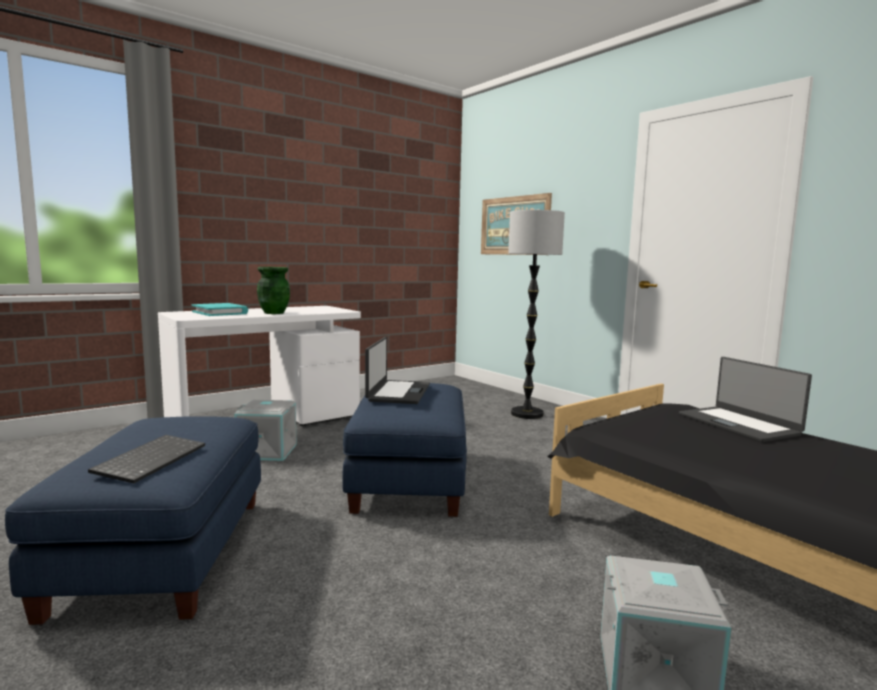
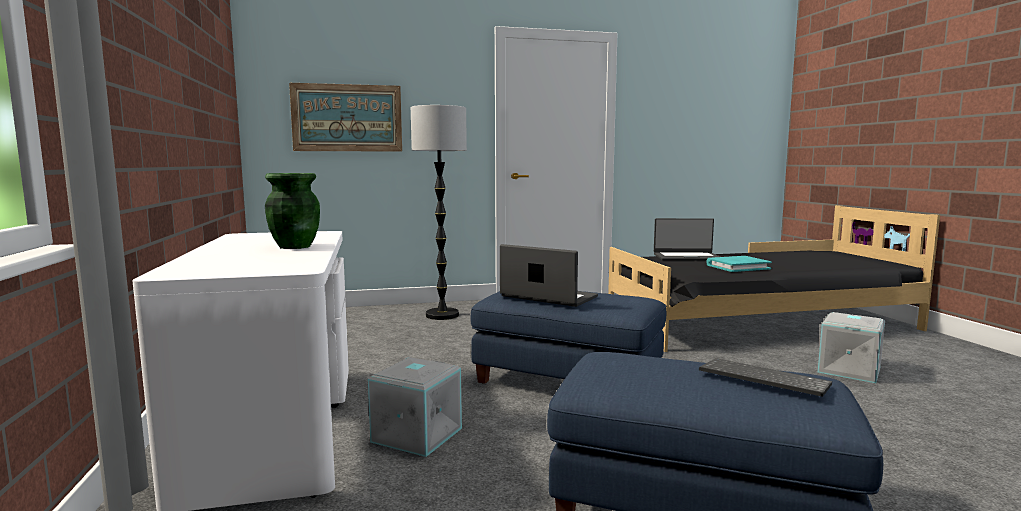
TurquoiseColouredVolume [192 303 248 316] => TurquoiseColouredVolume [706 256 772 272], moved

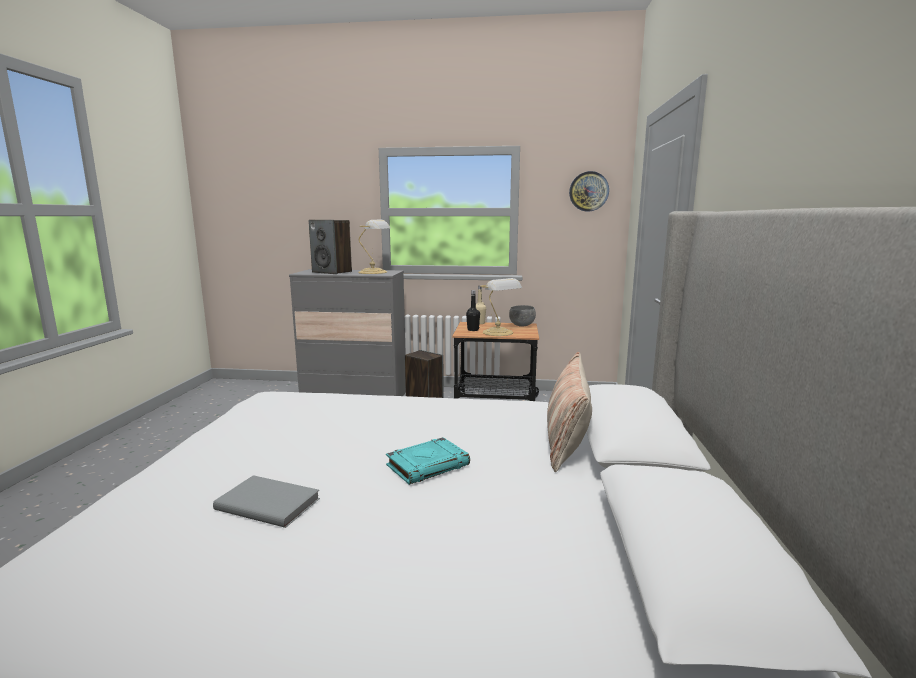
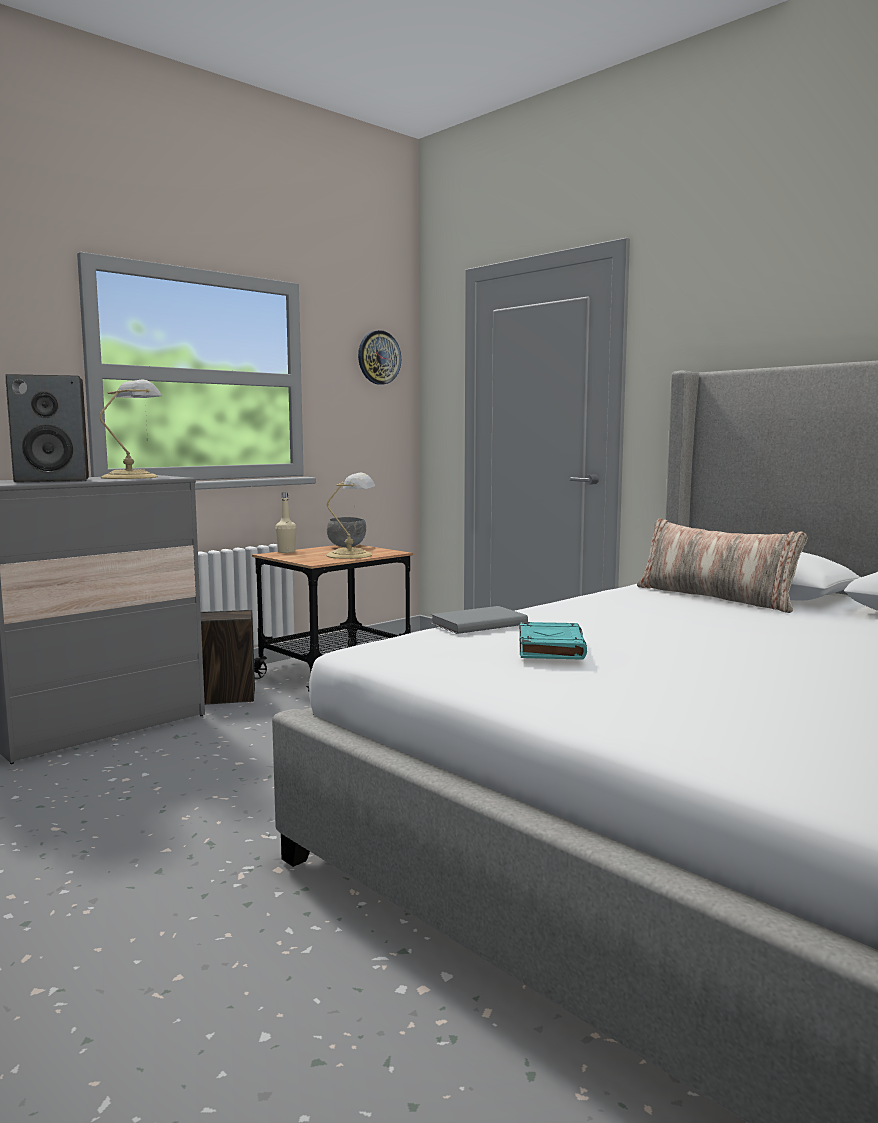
GreyVolume [213 475 320 528] => GreyVolume [431 606 528 634], moved
TurquoiseColouredVolume [386 437 470 485] => TurquoiseColouredVolume [519 622 587 659], moved
BlackishDrinkBottle [466 290 480 331] => nothing

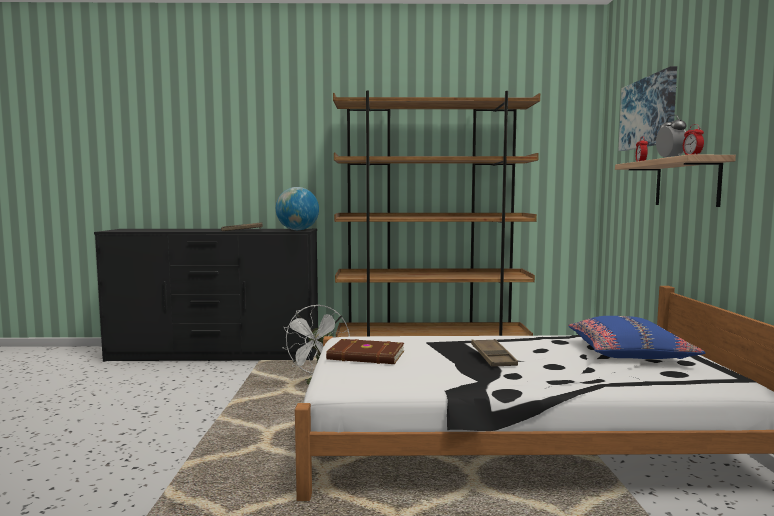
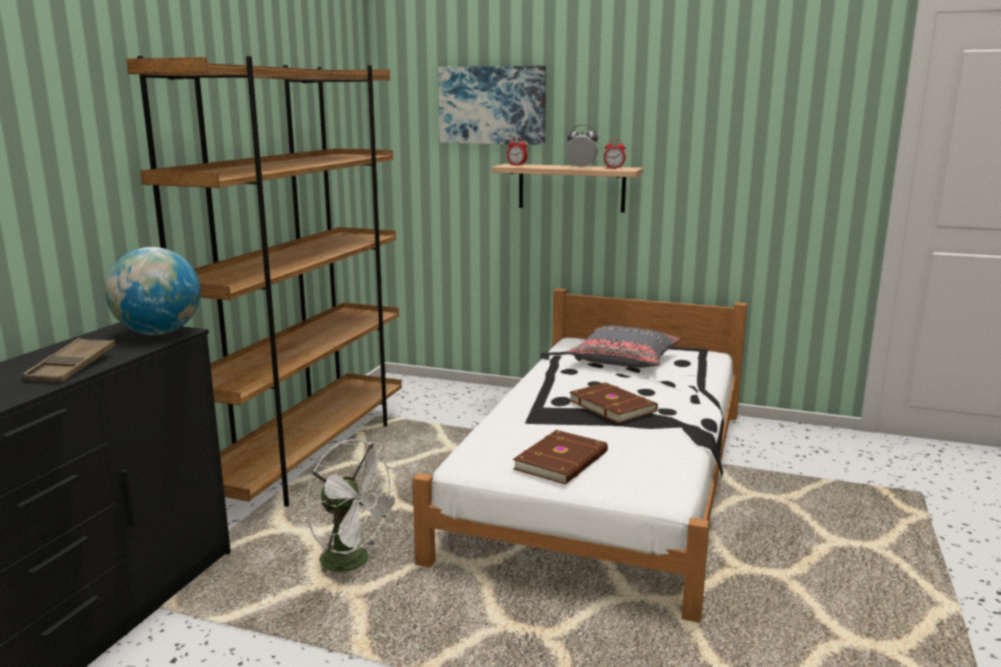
BluishThrowPillow [568 316 706 359] => GreyThrowPillow [567 325 681 368]
BrownColouredServingTray [471 339 518 367] => BrownColouredVolume [569 382 658 423]

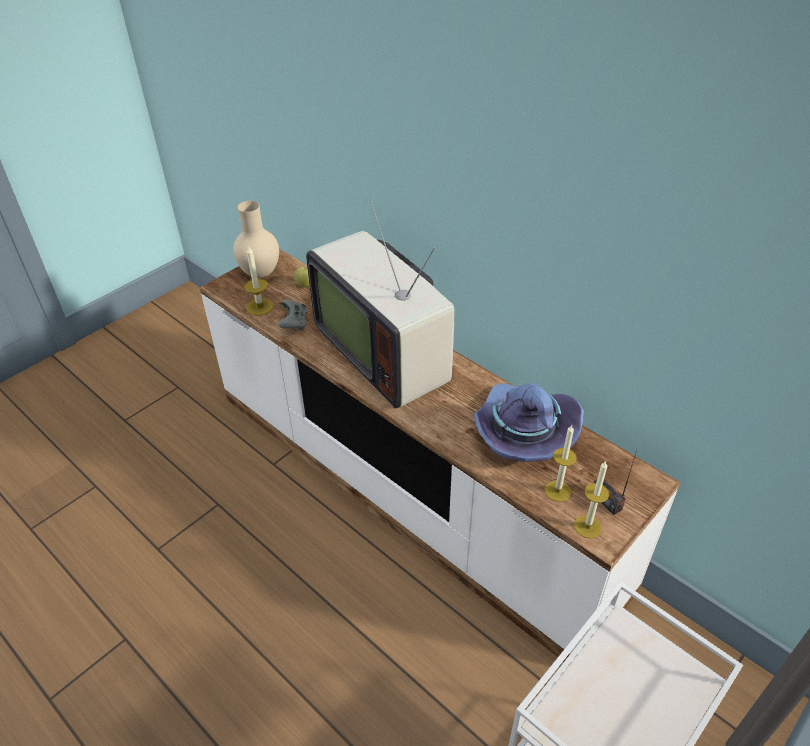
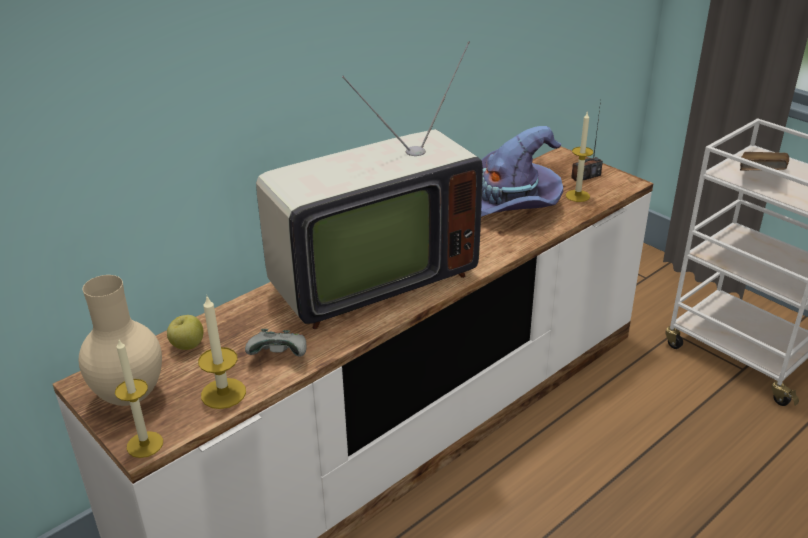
WaxLight [574 461 610 538] => WaxLight [115 338 163 458], moved
nothing => BrownColouredVolume [740 152 789 170]

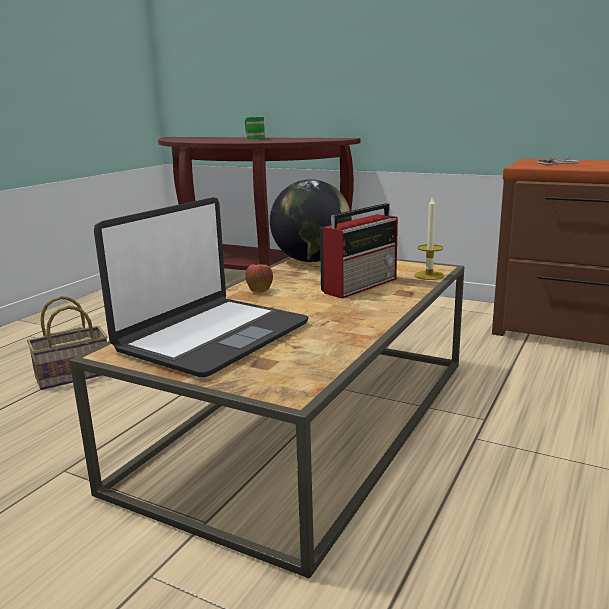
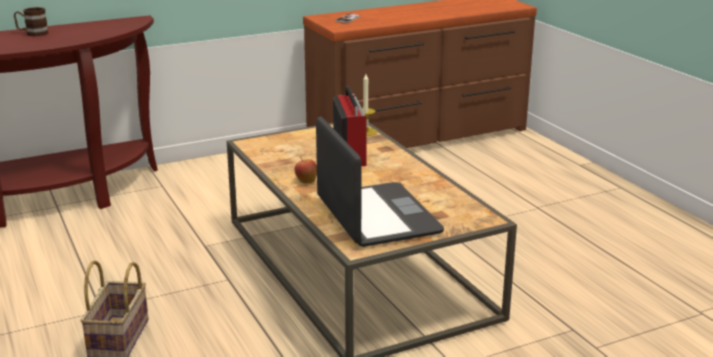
GreenishTeaMug [245 117 265 139] => BrownColouredTeaMug [14 7 49 36]
WorldGlobe [270 179 352 262] => nothing

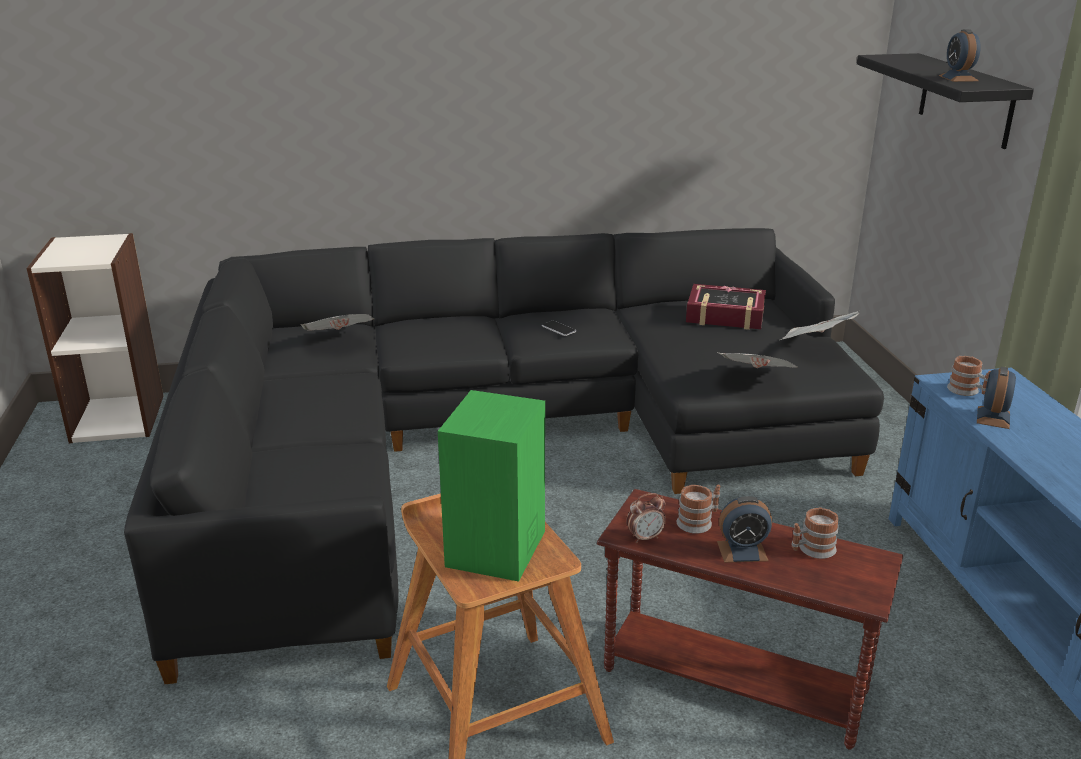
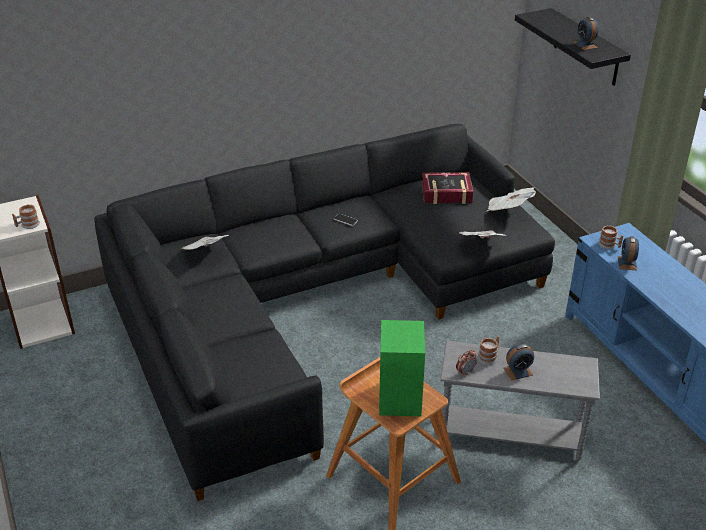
TeaMug [791 507 839 559] => TeaMug [12 204 40 229], moved
BrownColouredSideTable [597 489 903 750] => GreySideTable [440 341 600 461]

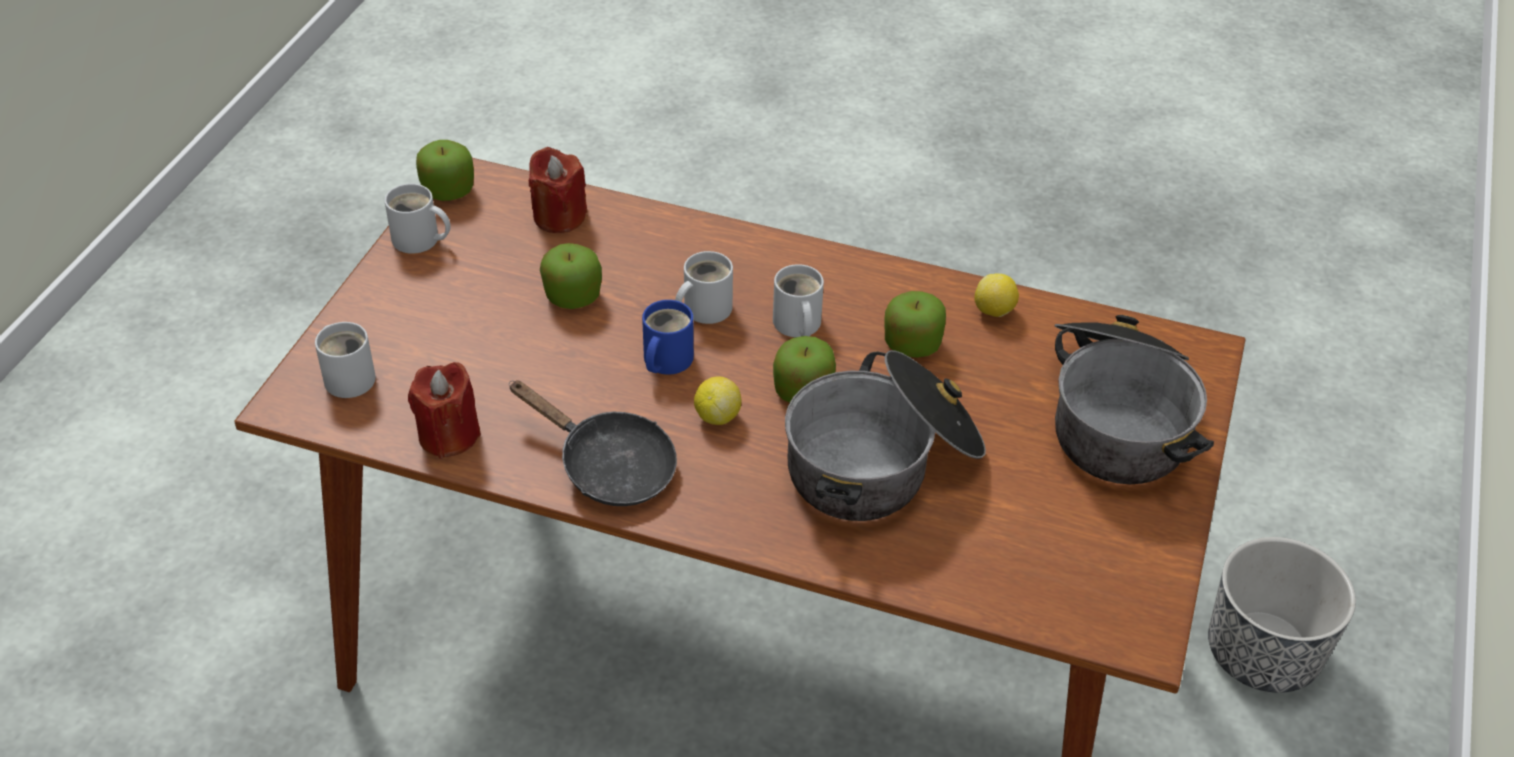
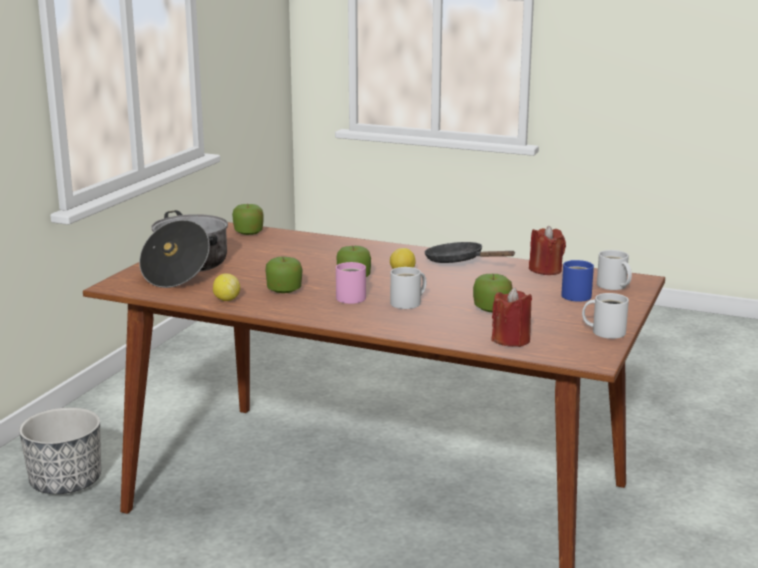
WholeApple [416 140 474 201] => WholeApple [232 203 264 235], moved
WhiteTeaMug [773 264 824 337] => PinkTeaMug [336 262 366 304]
BluishTeaMug [642 300 694 375] => BluishTeaMug [561 260 594 302], moved
Stockpot [785 350 986 521] => nothing

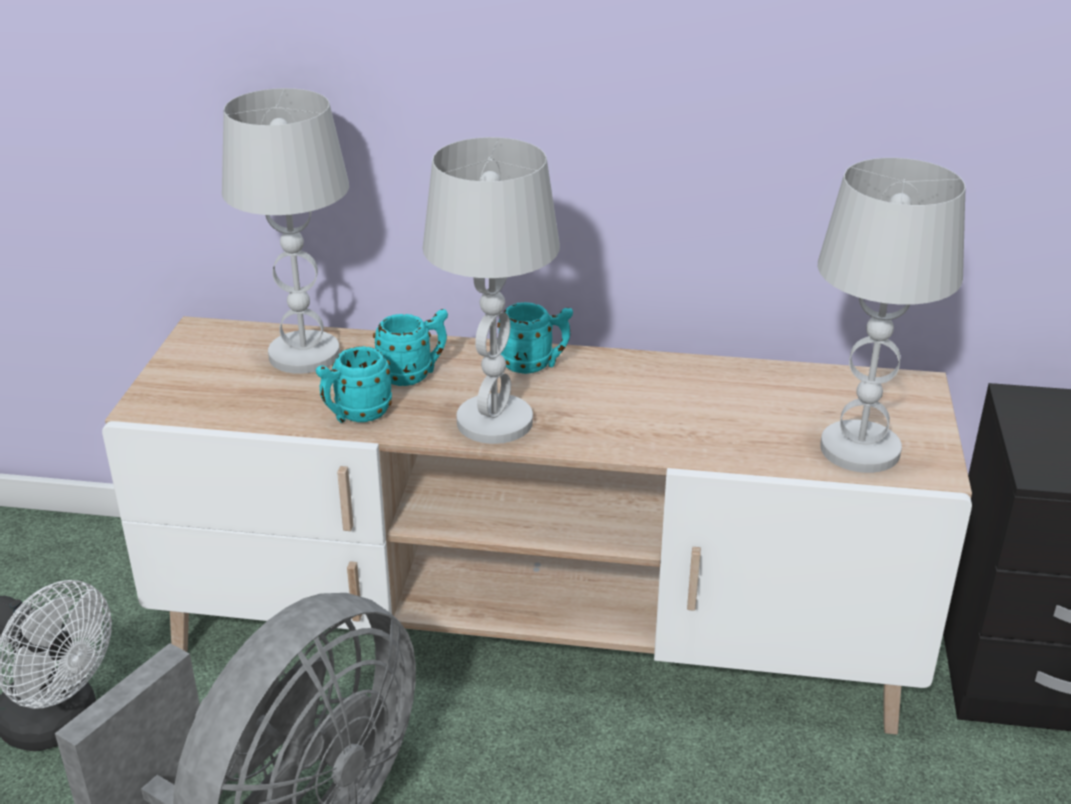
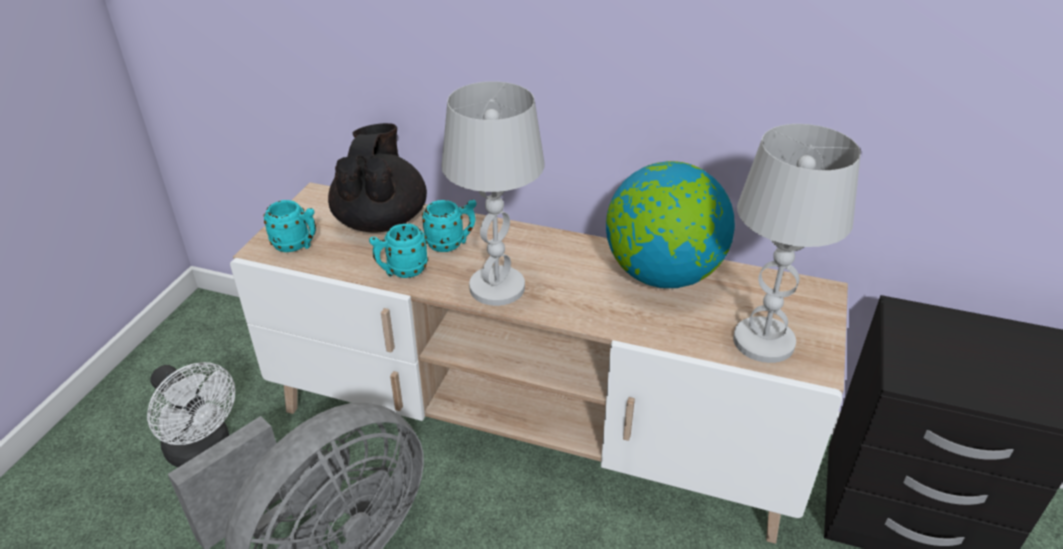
TurquoiseColouredTeaMug [497 302 573 374] => TurquoiseColouredTeaMug [264 200 316 252], moved
WhiteLampForATable [222 88 349 374] => BlackishPotForTea [328 123 427 233]
nothing => WorldGlobe [606 161 735 288]

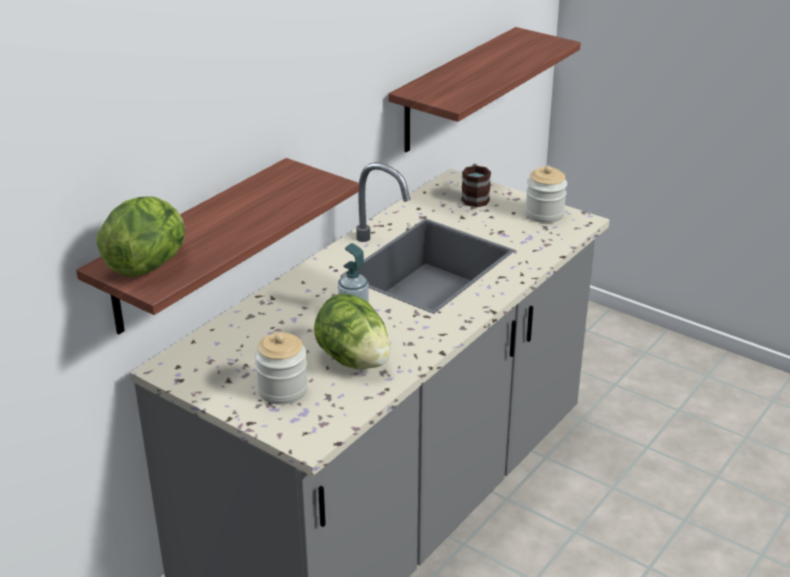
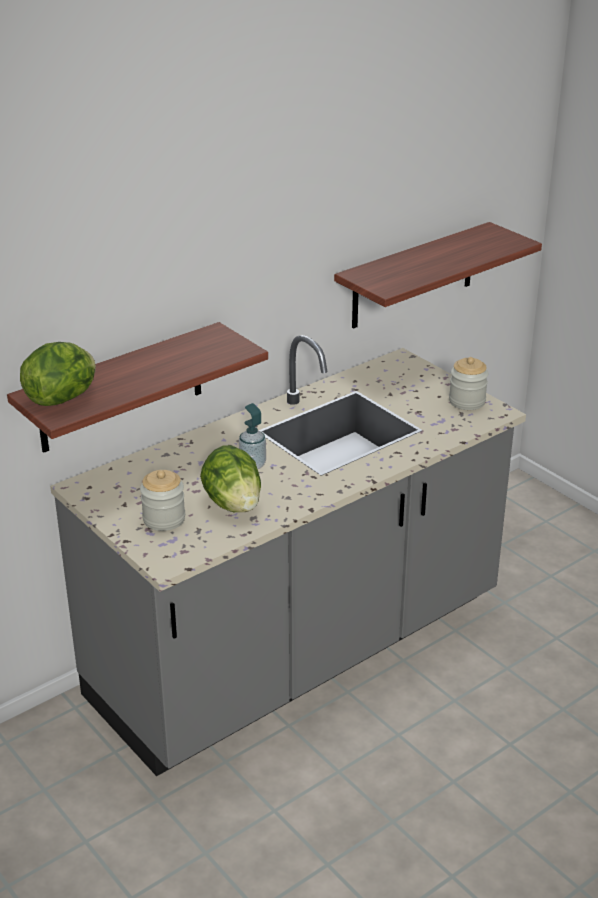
TeaMug [461 164 491 207] => nothing

